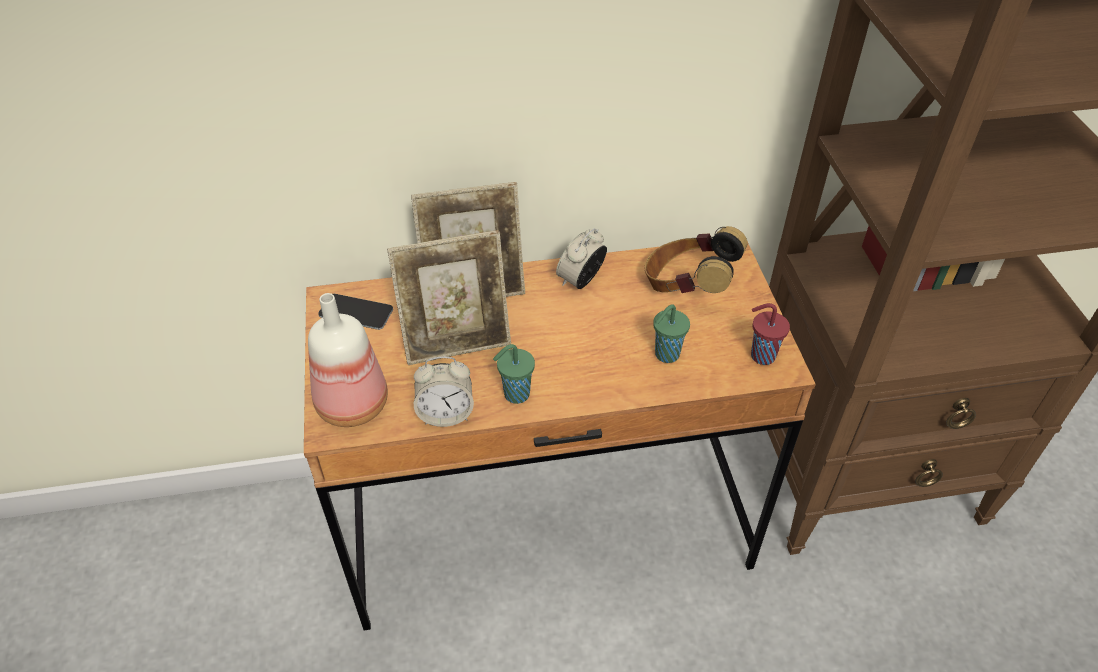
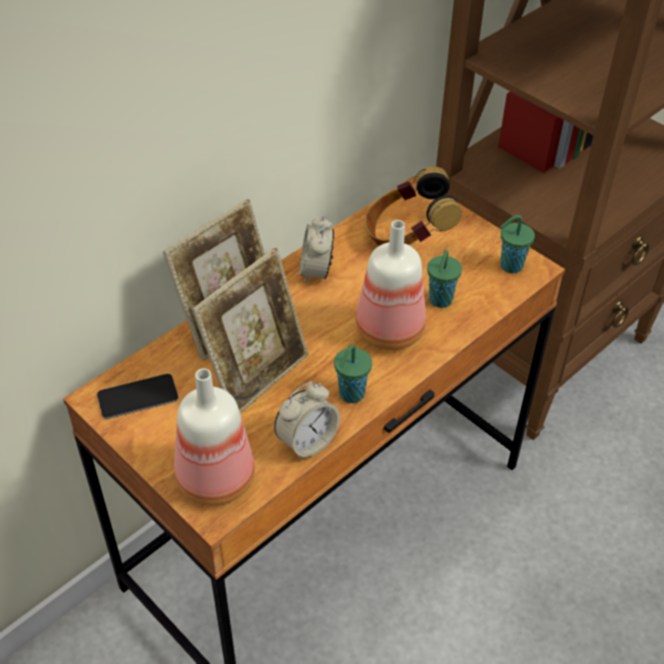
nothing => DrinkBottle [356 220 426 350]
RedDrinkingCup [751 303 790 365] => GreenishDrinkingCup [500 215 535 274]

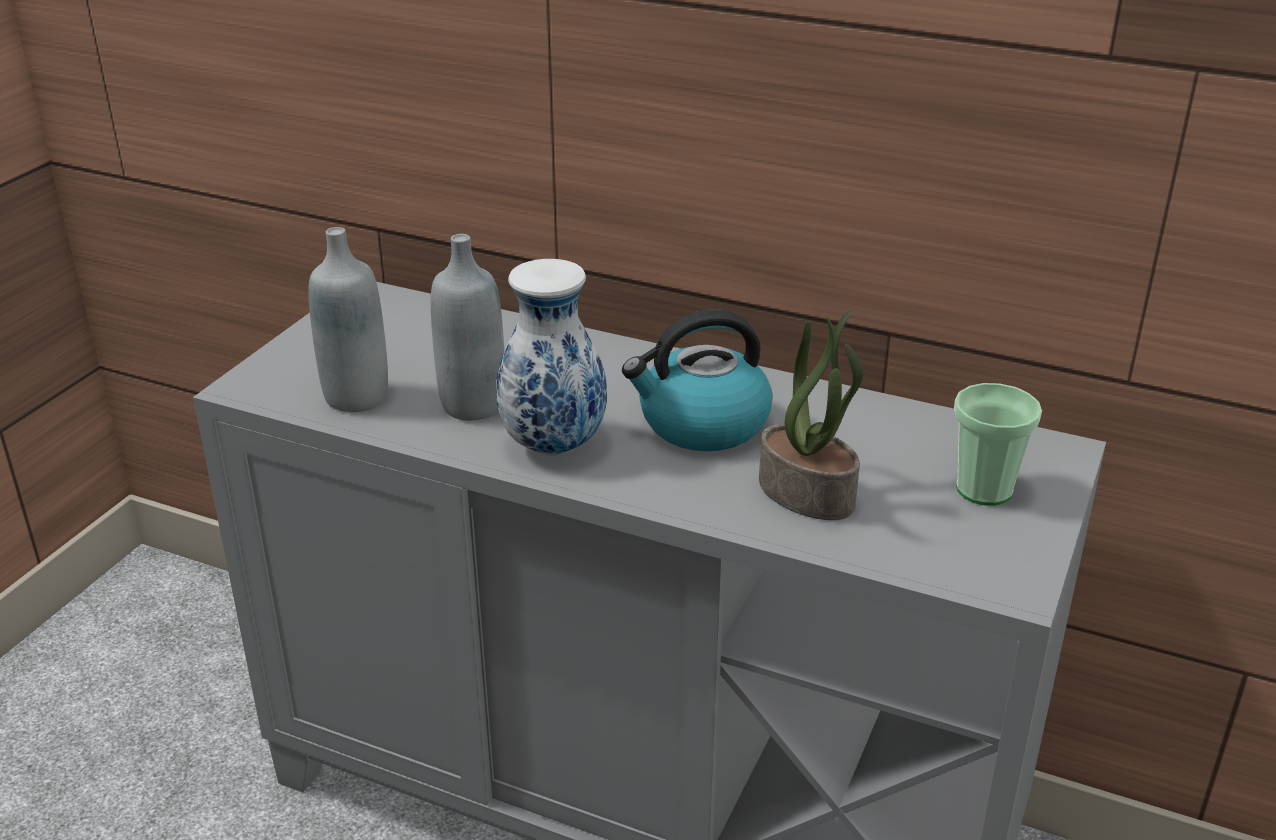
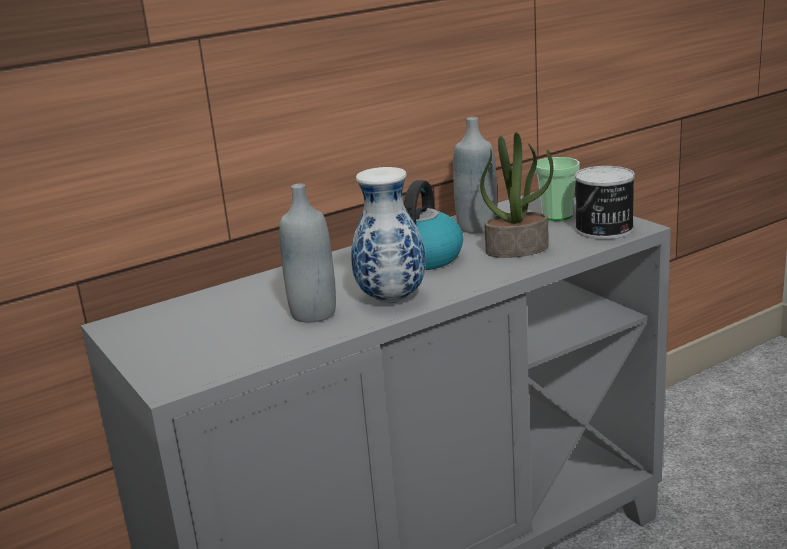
GreyDrinkBottle [308 227 388 412] => GreyDrinkBottle [453 117 497 234], moved
nothing => Can [575 166 635 239]

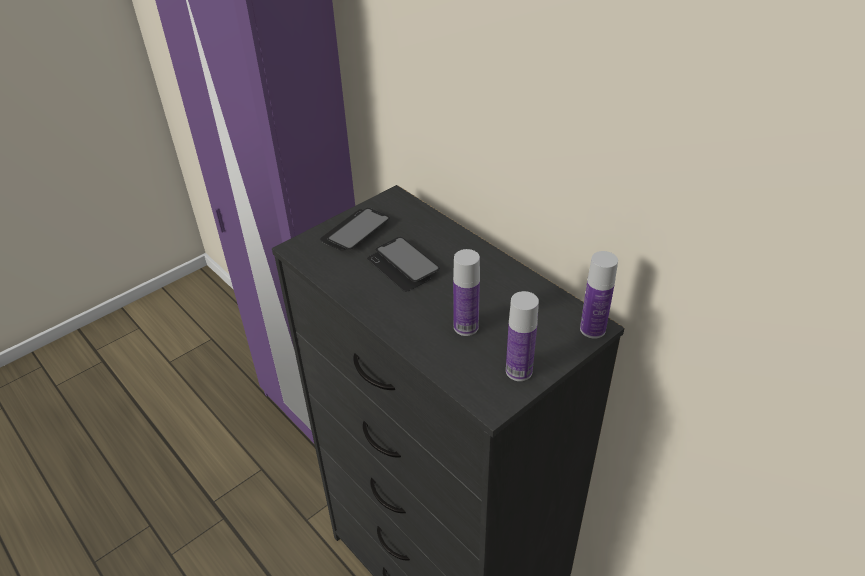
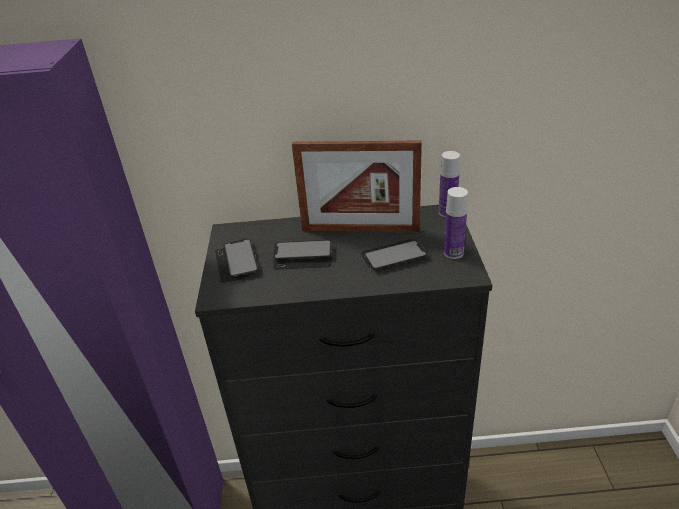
nothing => StandingFrame [292 140 422 232]
DrinkBottle [453 249 480 336] => Telephone [361 239 428 269]

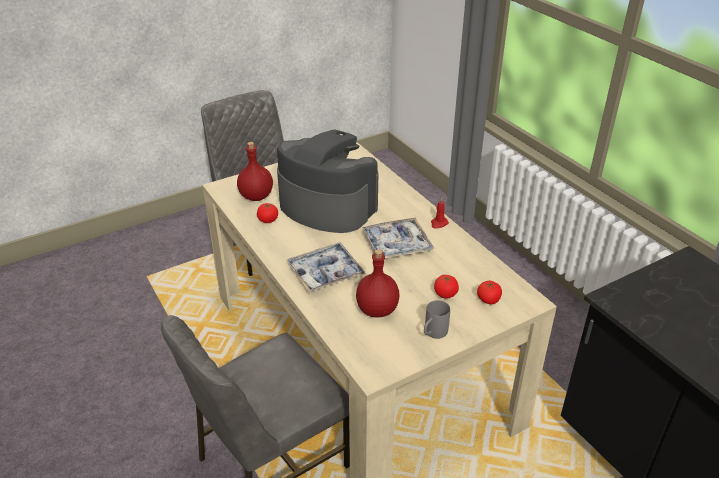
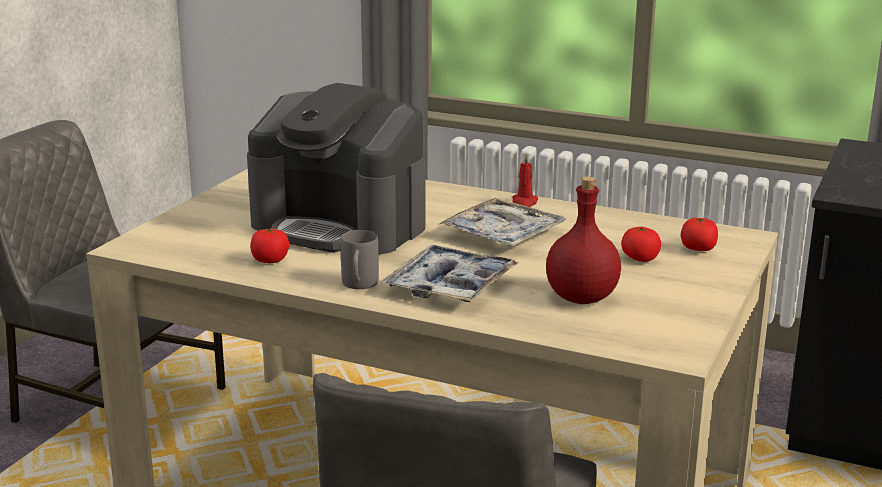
CoffeeBrewer [277 130 378 233] => CoffeeBrewer [247 83 425 254], 150 degrees counterclockwise
GreyTeaMug [424 300 450 339] => GreyTeaMug [341 230 379 289], moved
RedDrinkBottle [237 142 273 201] => nothing

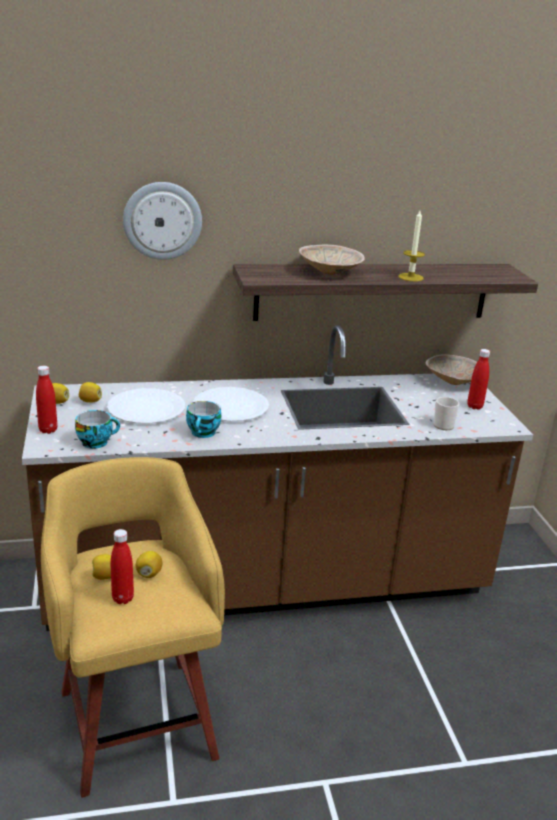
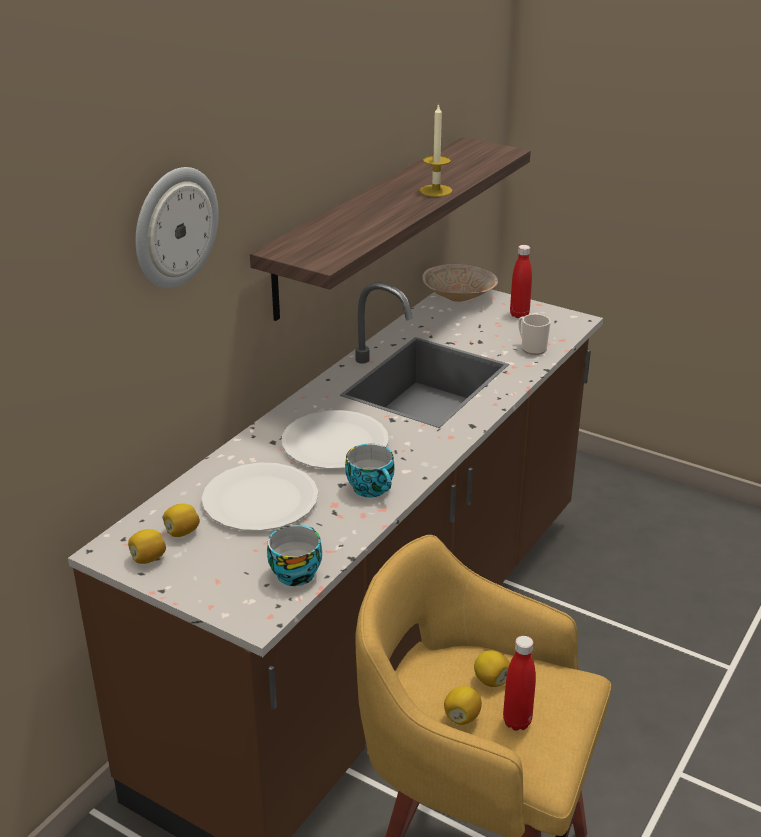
RedDrinkBottle [36 366 57 434] => nothing
BeigeServingBowl [299 245 365 275] => nothing

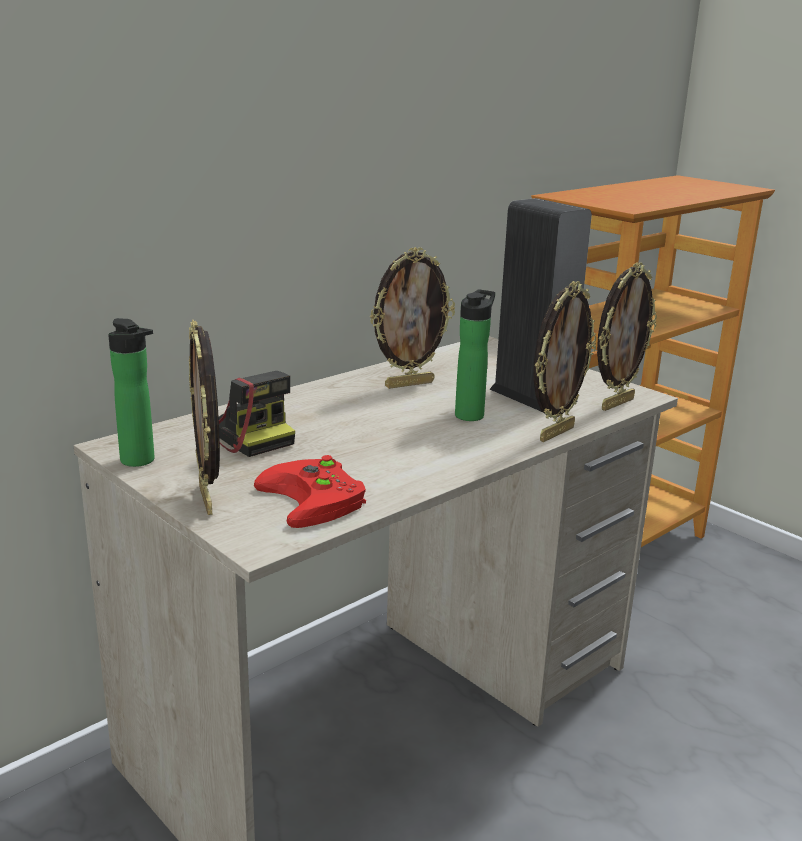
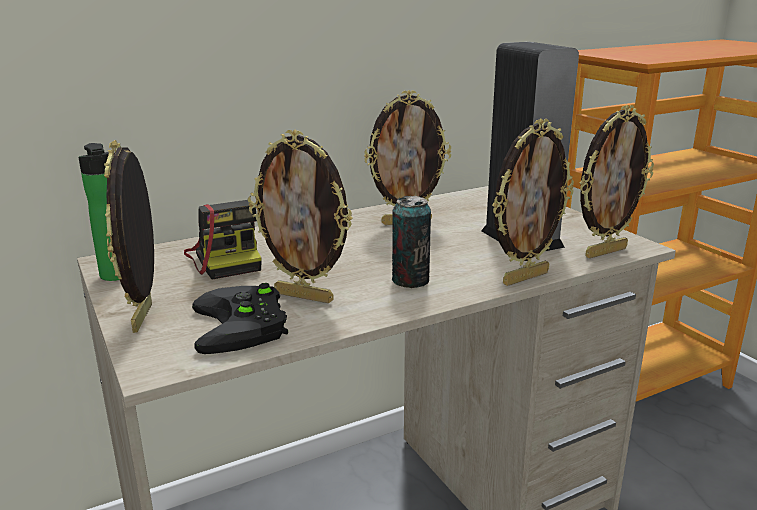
RedJoypad [254 455 366 528] => BlackishJoypad [192 283 288 354]
nothing => StandingFrame [248 129 353 303]
nothing => Can [392 196 431 288]
DrinkBottle [455 289 495 421] => nothing

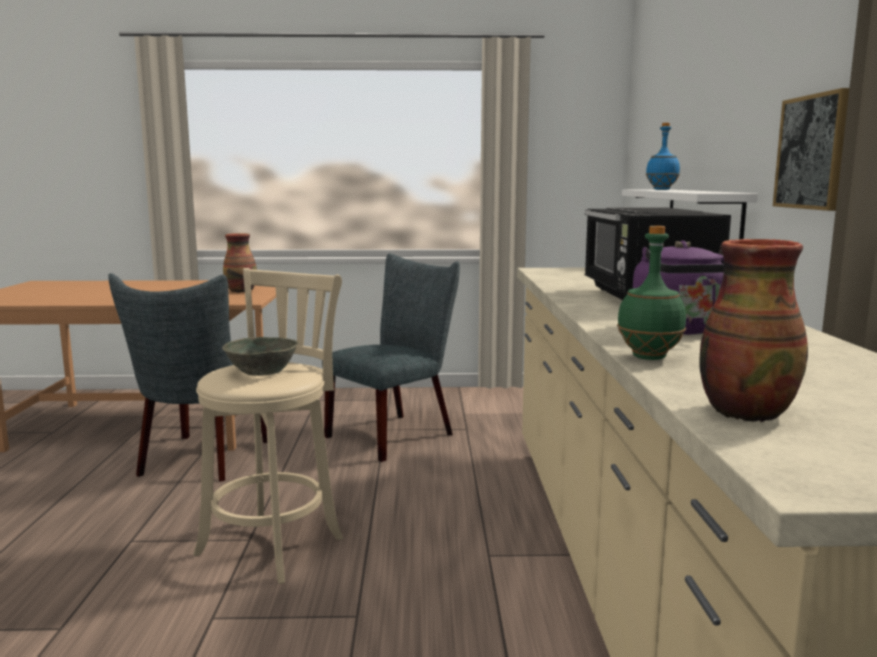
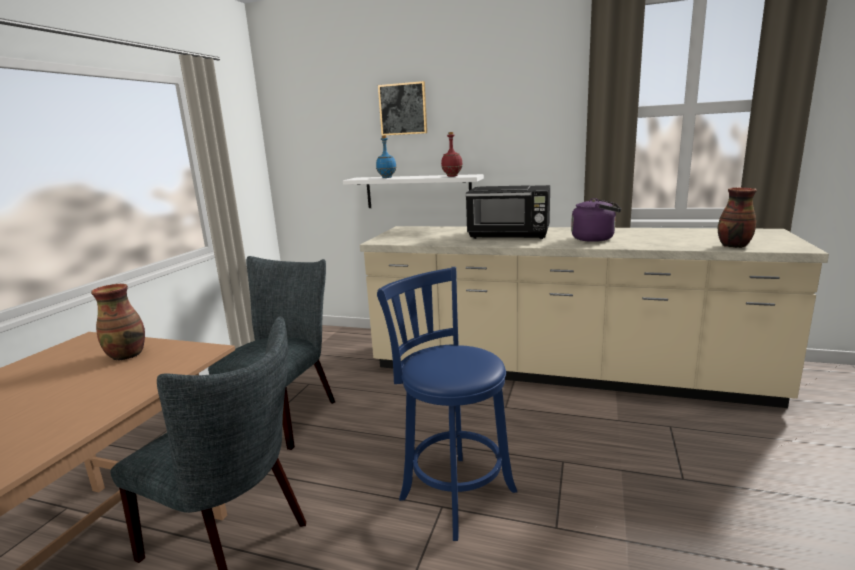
GreyChair [322 253 460 462] => GreyChair [208 256 335 450], 45 degrees clockwise
BeigeSittingStool [193 268 343 584] => BluishSittingStool [377 267 517 541]
Picture [773 88 849 211] => Picture [378 81 427 136], moved
nothing => RedDrinkBottle [441 132 463 177]
GreyServingBowl [222 337 298 376] => nothing
GreenishDrinkBottle [617 226 686 360] => nothing

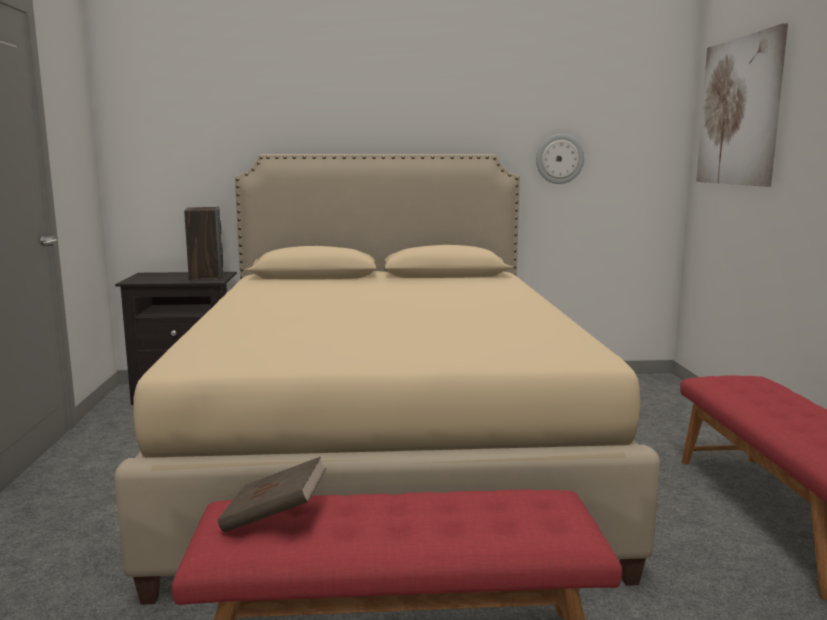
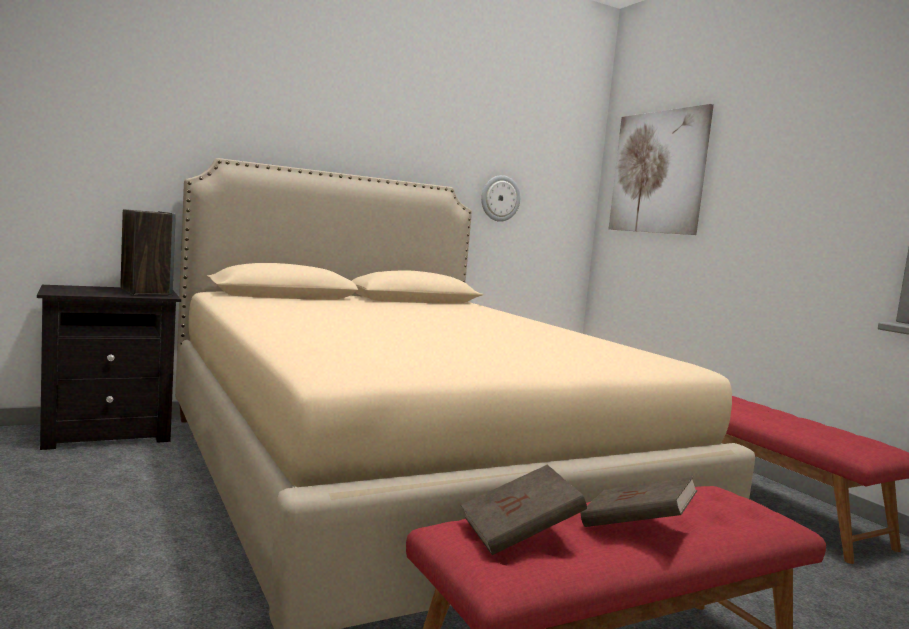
nothing => BrownColouredVolume [580 476 697 527]

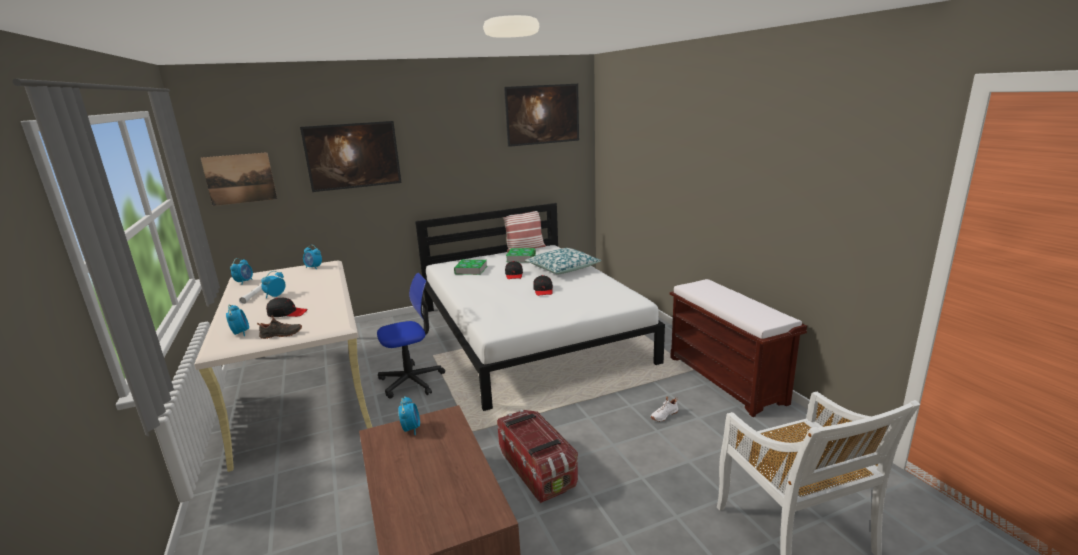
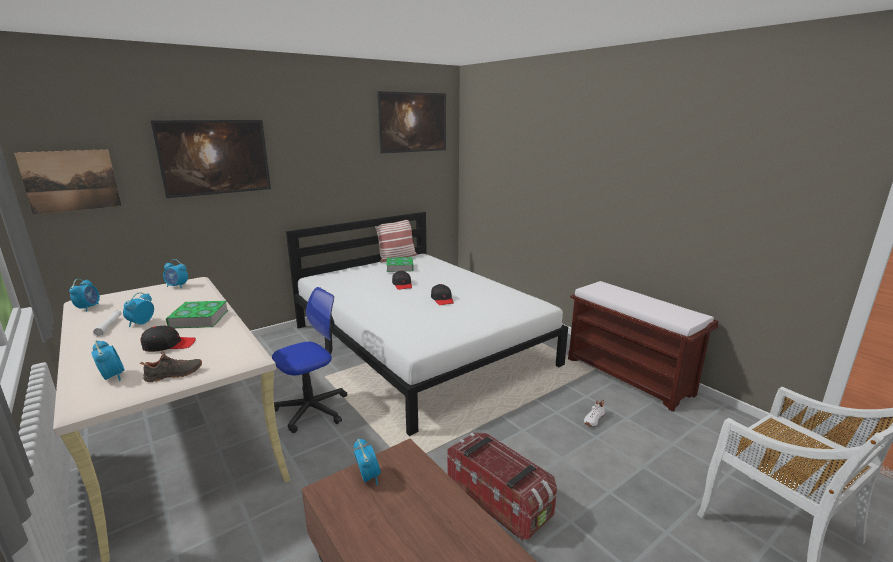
Volume [454 259 487 275] => Volume [166 301 228 328], moved
ThrowPillow [525 248 601 274] => nothing

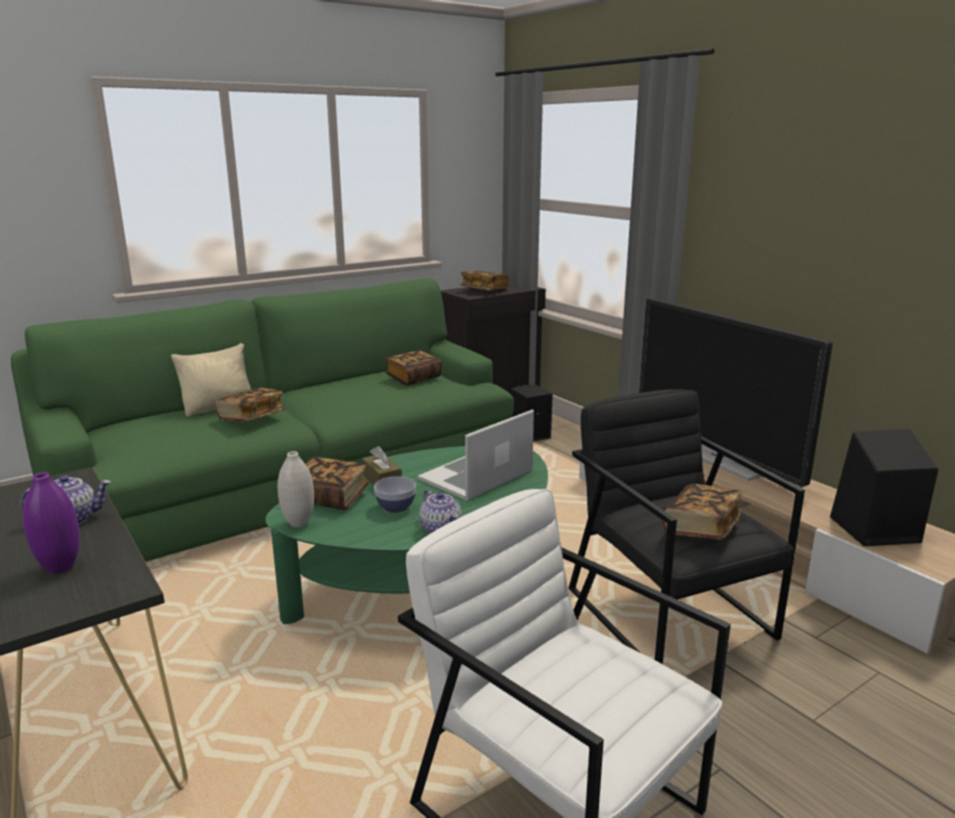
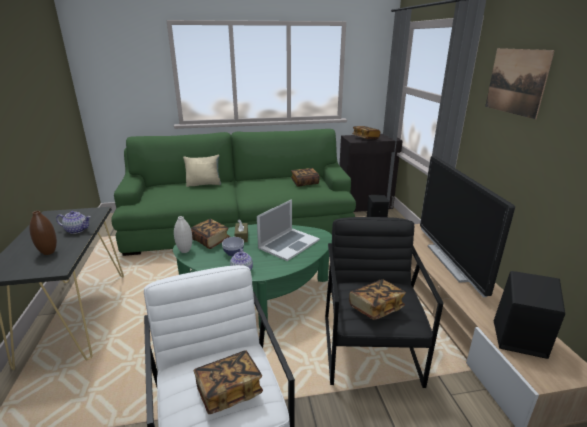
PurpleVase [23 472 80 574] => BrownColouredVase [29 211 57 255]
Volume [215 387 285 422] => Volume [194 351 263 414], moved
Laptop [418 409 534 500] => Laptop [257 199 320 261], 150 degrees clockwise
nothing => Picture [485 48 555 119]

